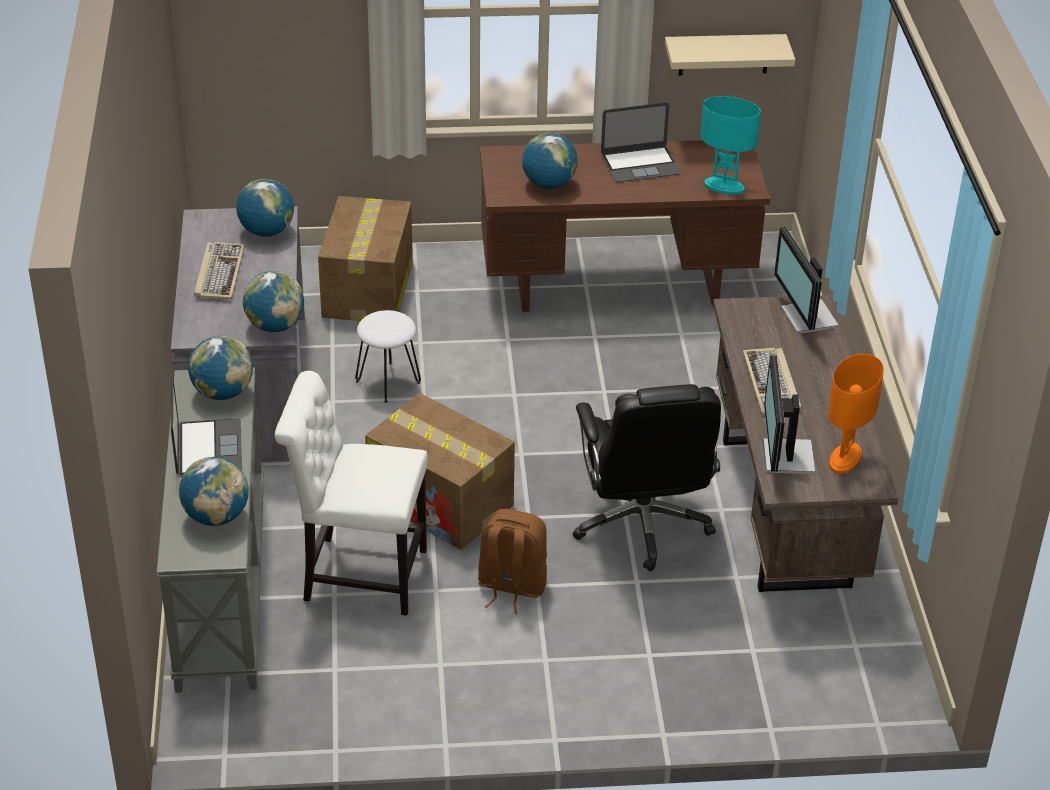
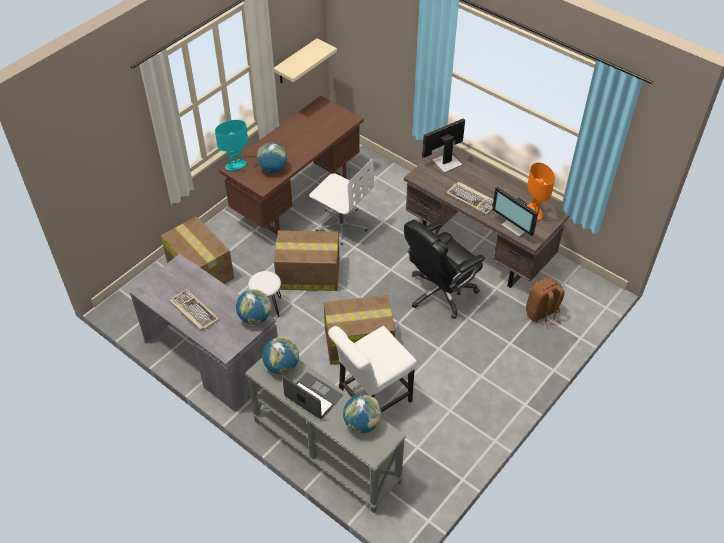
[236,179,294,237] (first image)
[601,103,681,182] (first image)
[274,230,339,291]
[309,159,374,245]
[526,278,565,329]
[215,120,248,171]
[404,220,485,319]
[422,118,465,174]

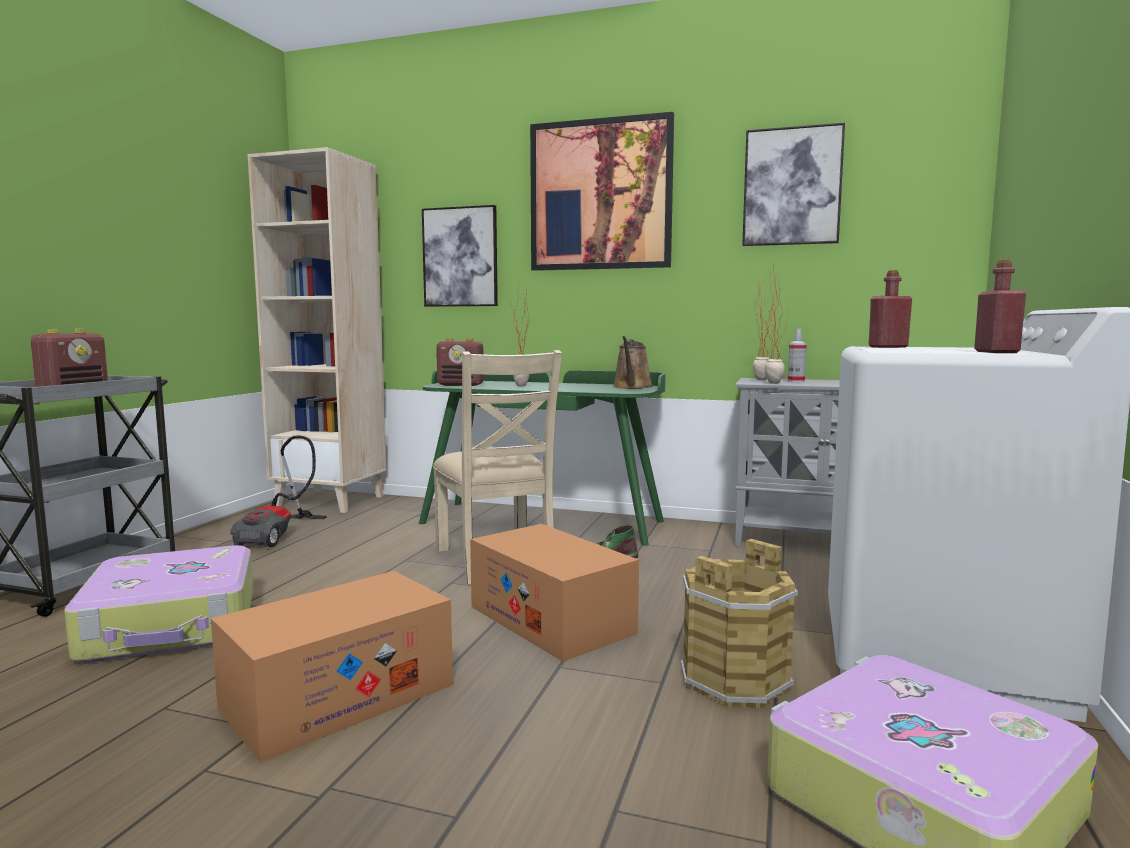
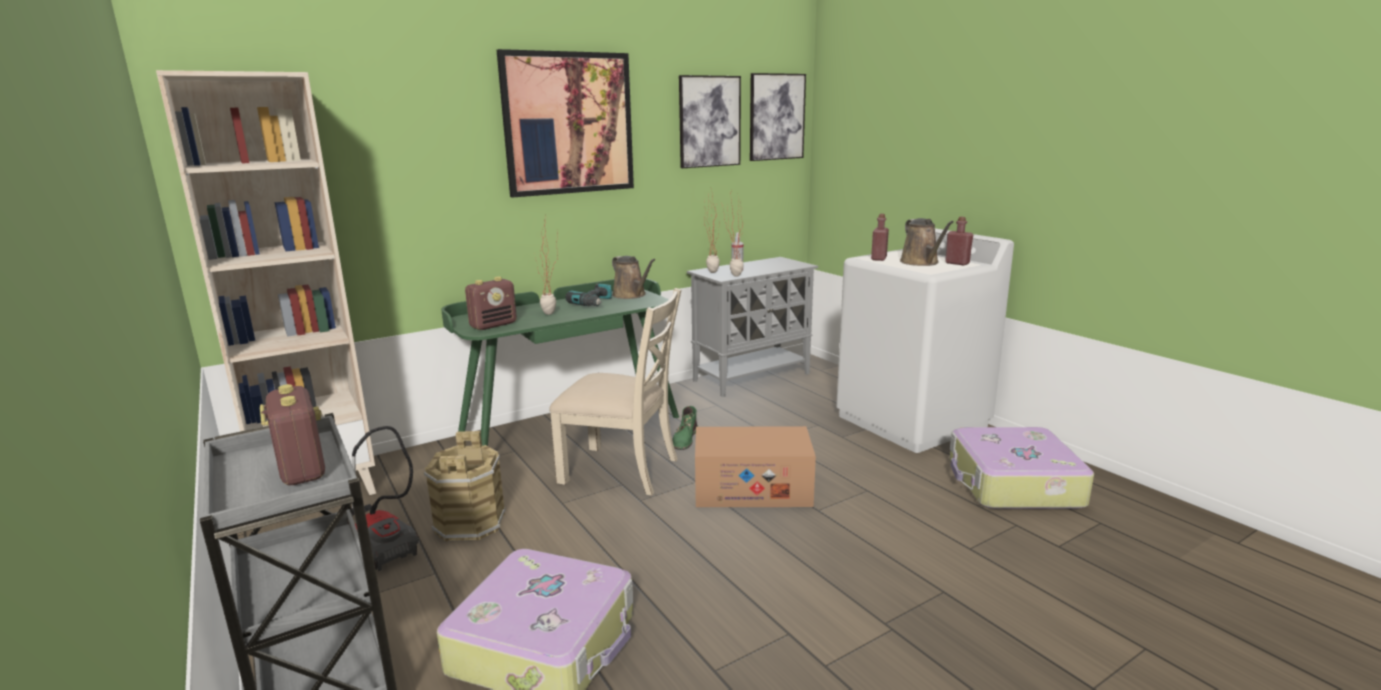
[211,571,453,763] (first image)
[565,283,612,306]
[900,218,954,266]
[750,73,806,161]
[424,431,506,542]

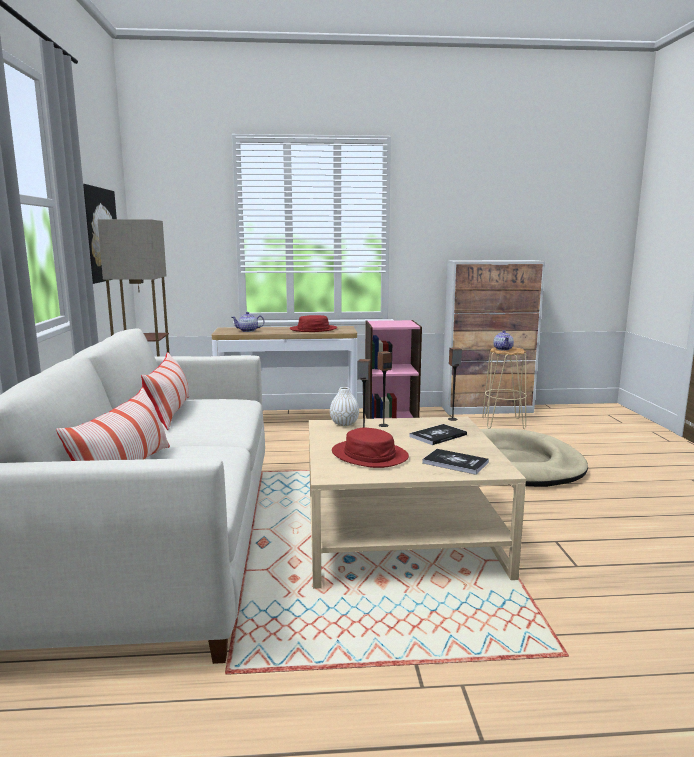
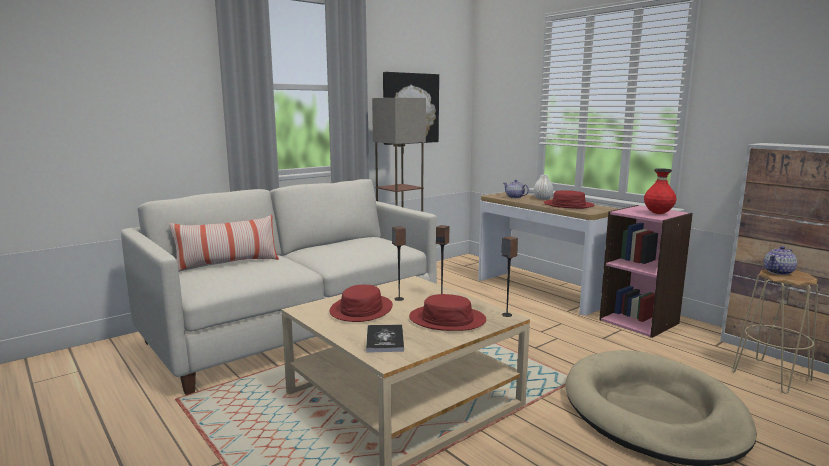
[141,352,189,430] (first image)
[644,168,676,214]
[533,174,553,200]
[409,294,486,331]

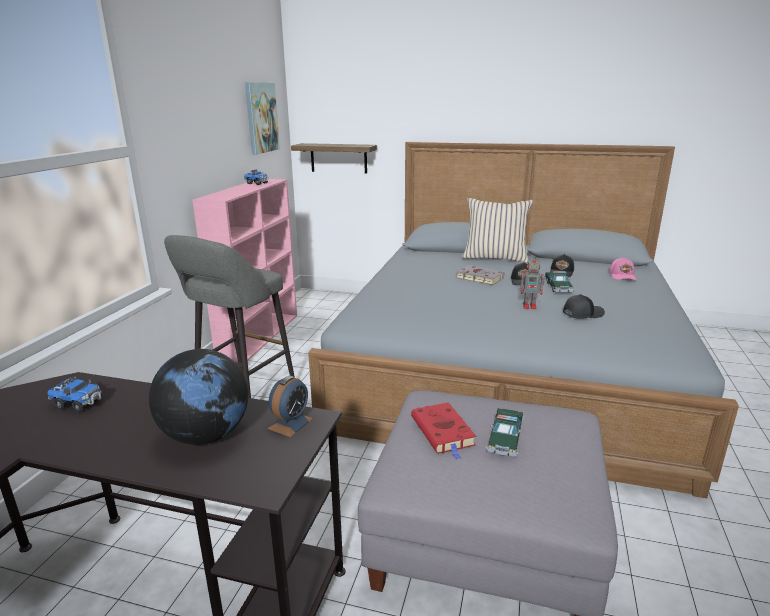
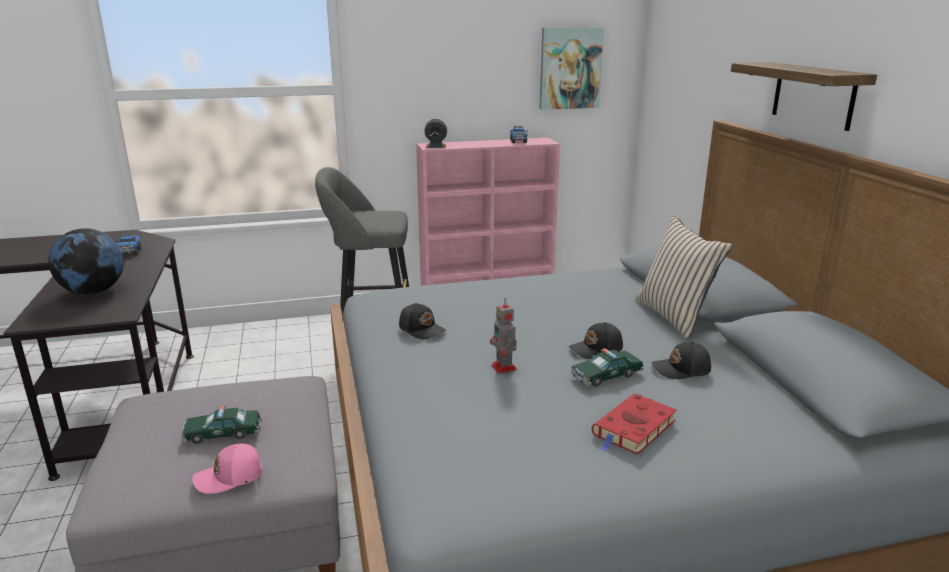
[456,265,504,285] (first image)
[424,118,447,148]
[731,62,877,131]
[592,393,677,455]
[399,303,446,339]
[192,444,262,494]

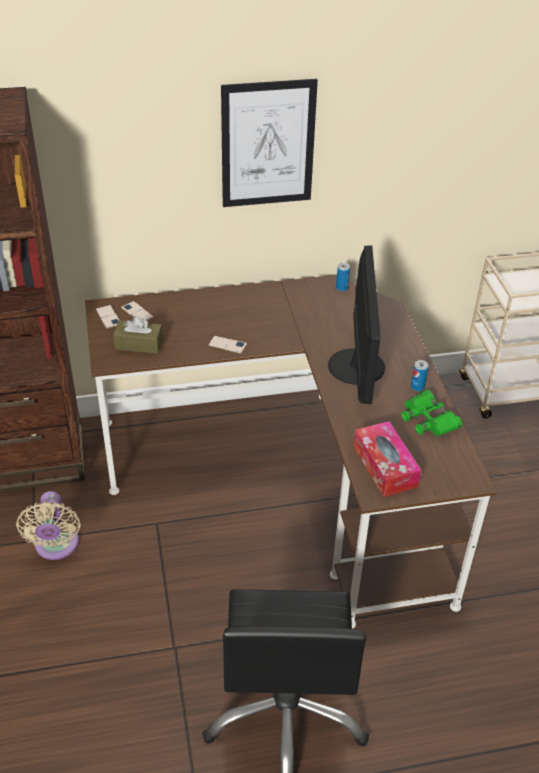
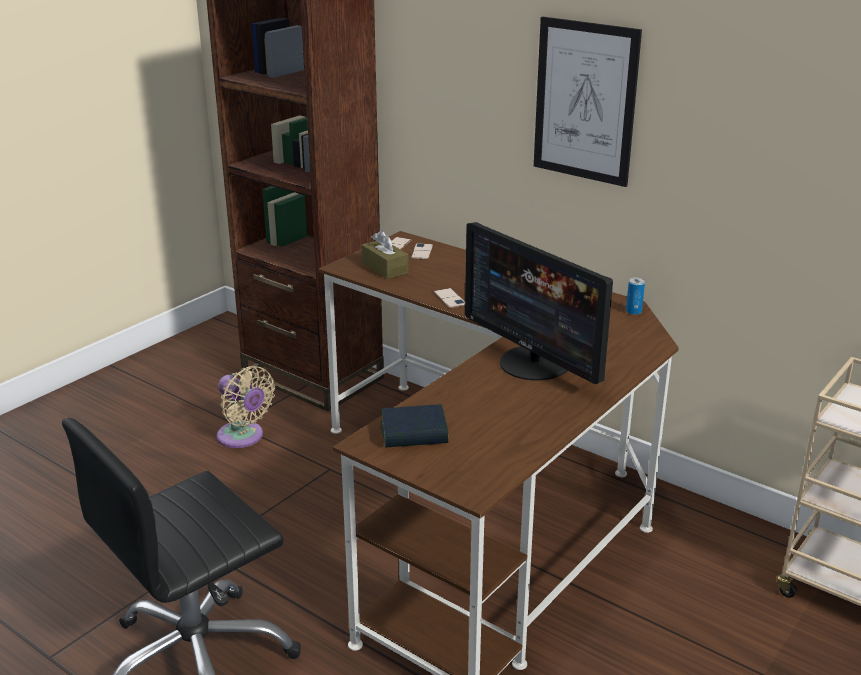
[402,390,462,437] (first image)
[411,360,429,391] (first image)
[381,404,448,448]
[217,366,275,448]
[465,222,613,384]

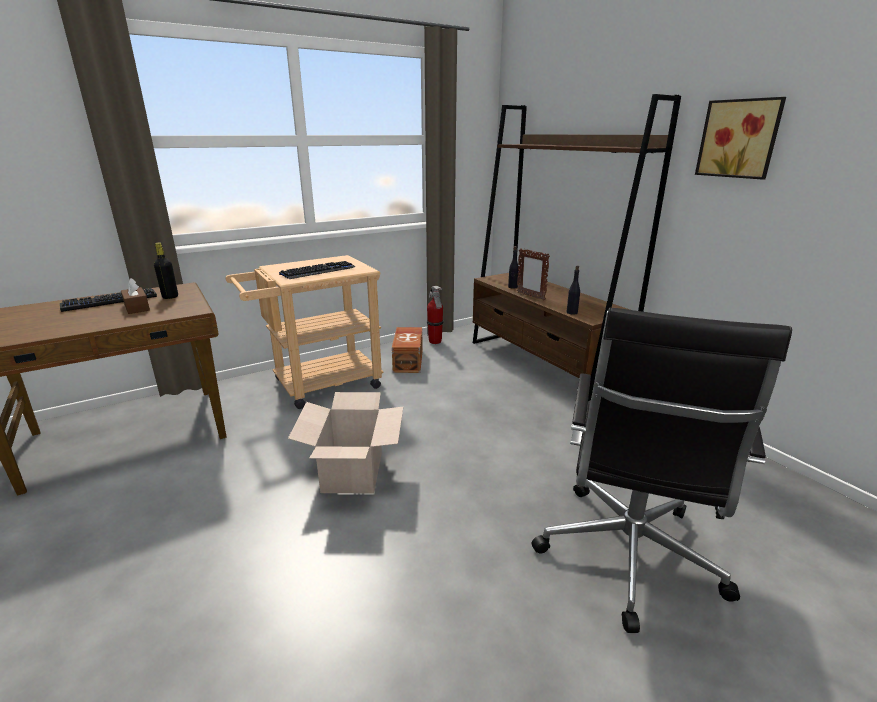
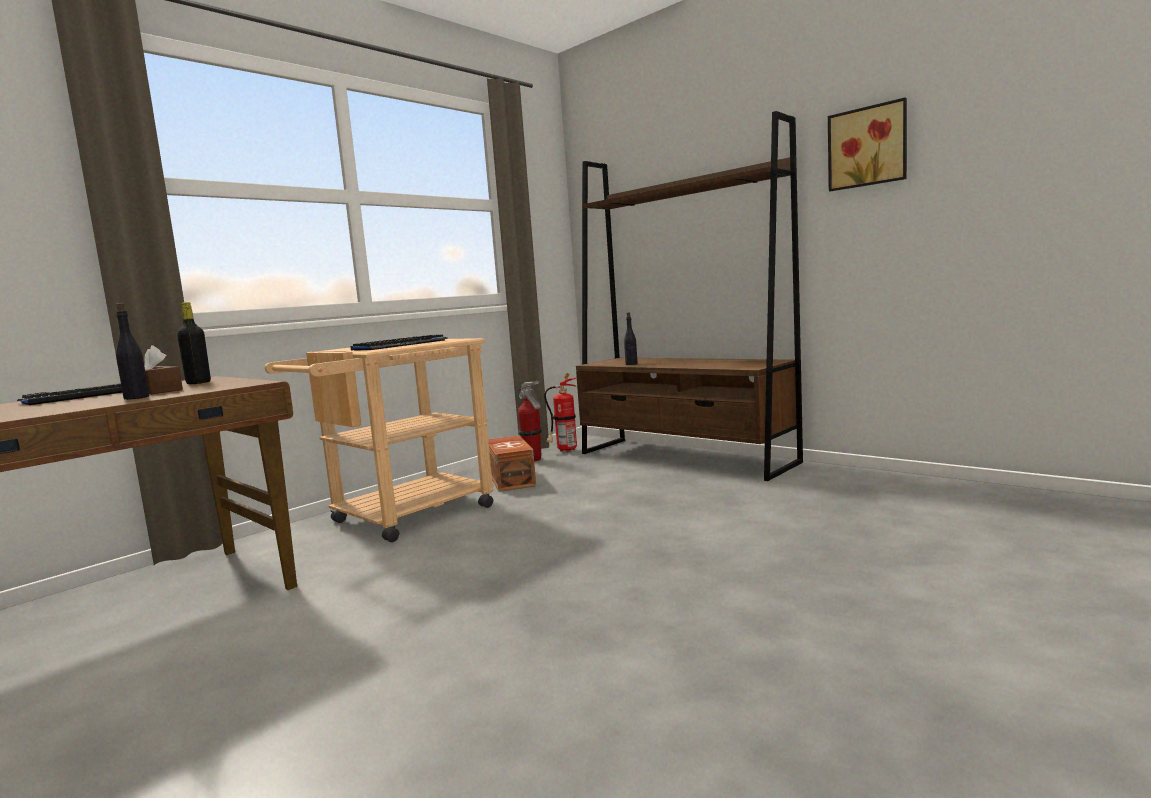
[288,392,403,494] (first image)
[517,248,550,301] (first image)
[532,308,792,633] (first image)
[544,373,577,452]
[116,303,149,400]

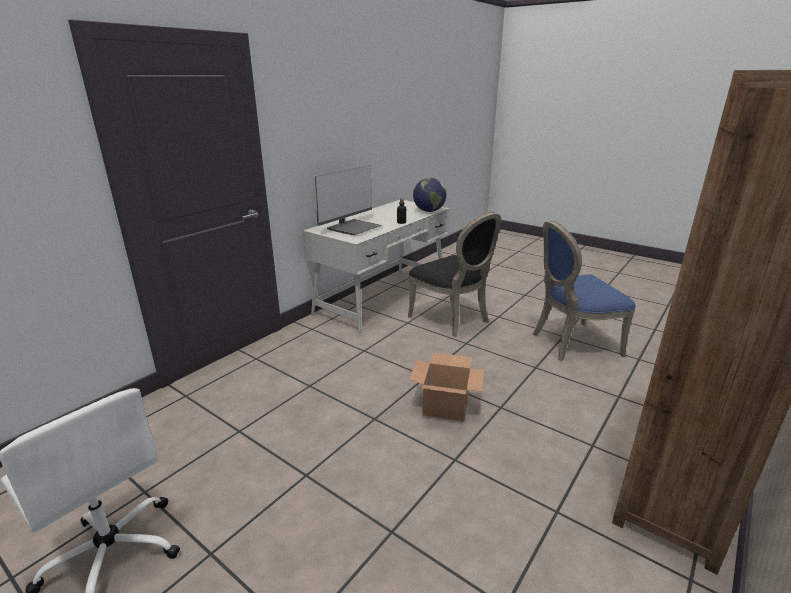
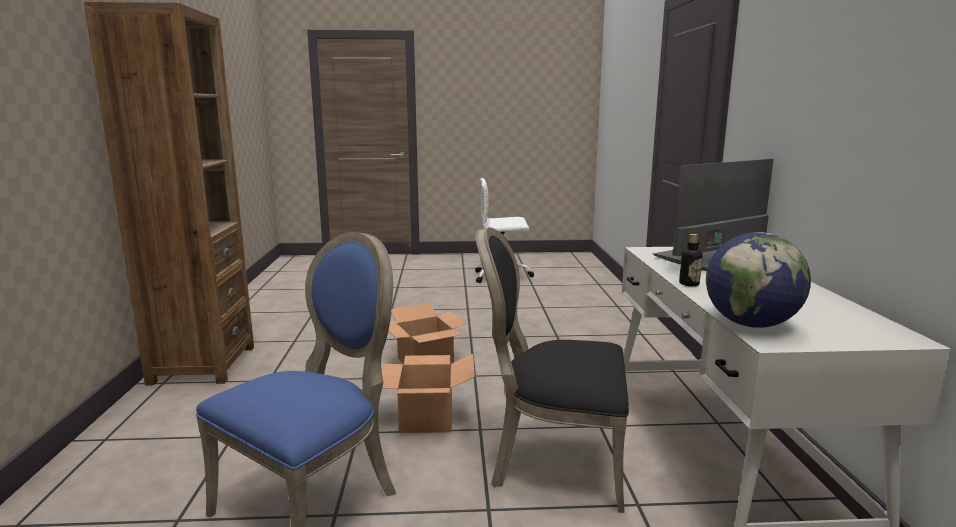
[381,354,475,433]
[653,159,774,271]

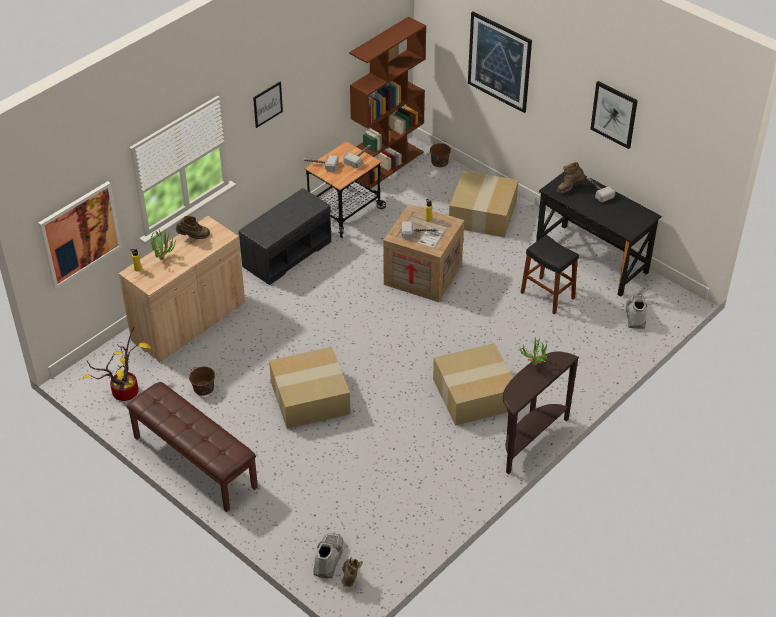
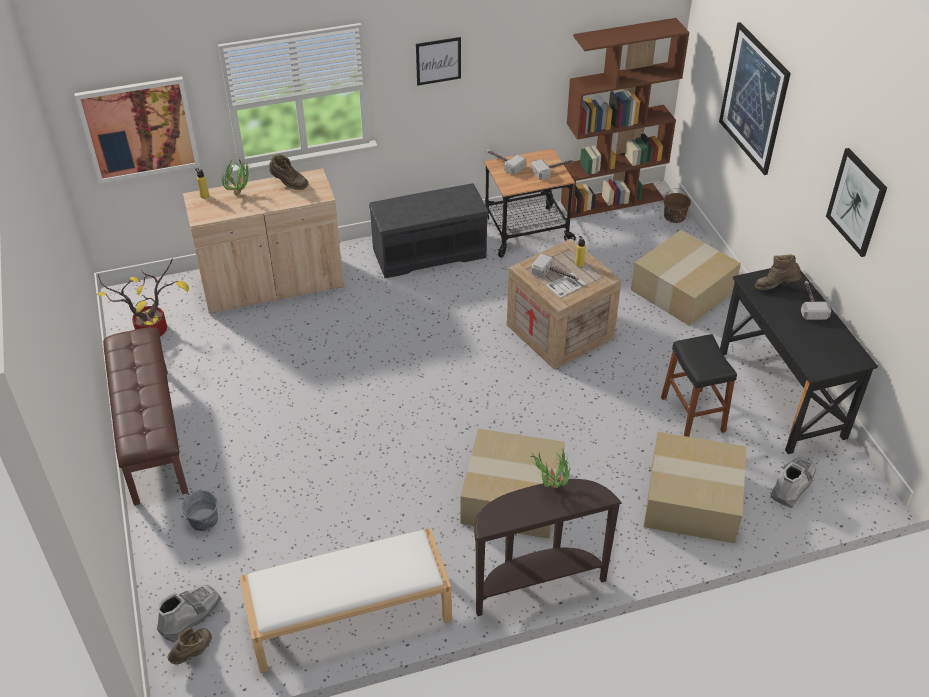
[189,367,215,396] (first image)
[182,490,218,531]
[239,528,452,673]
[644,432,747,543]

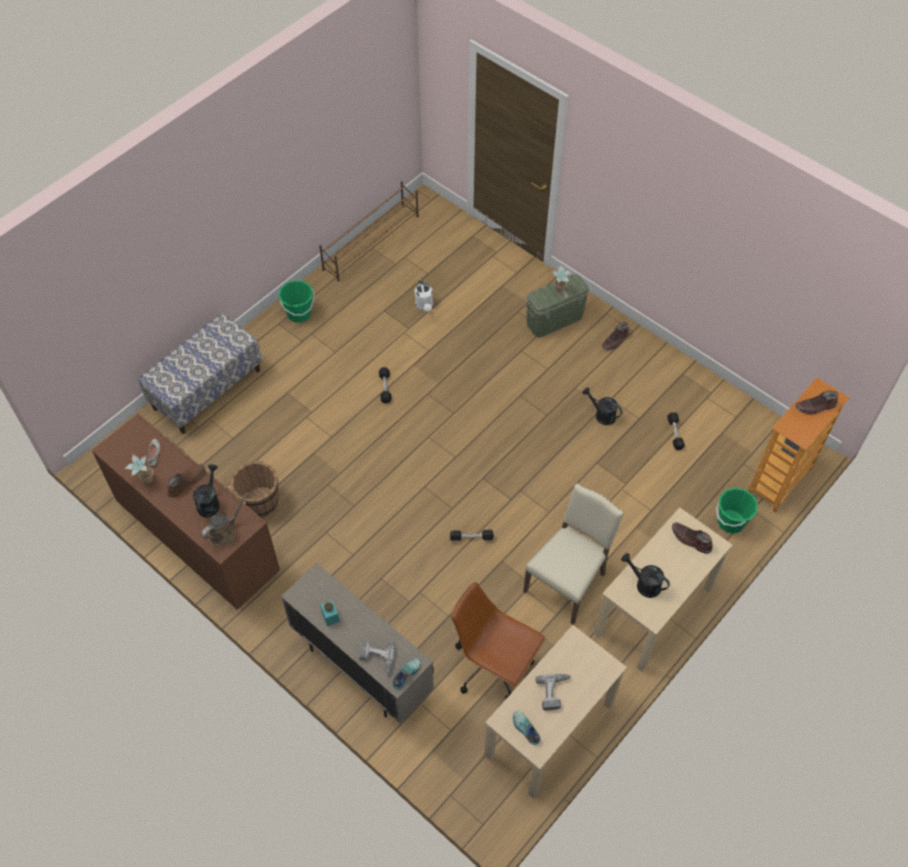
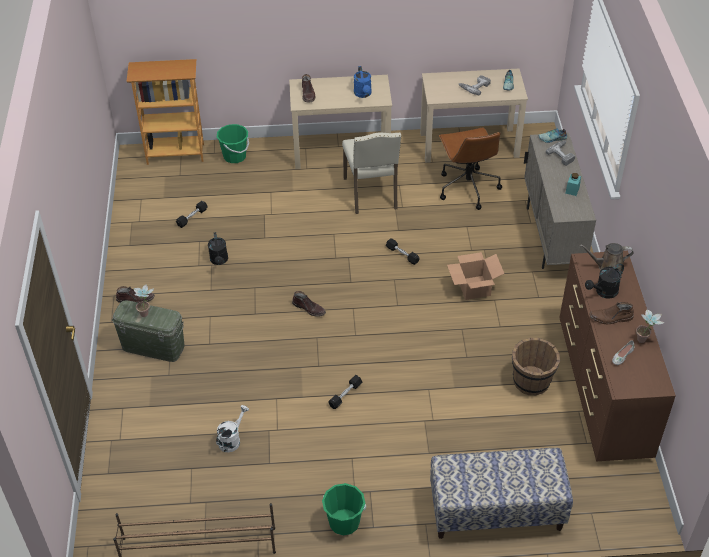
[447,252,504,300]
[292,291,326,317]
[354,66,372,98]
[342,132,401,214]

